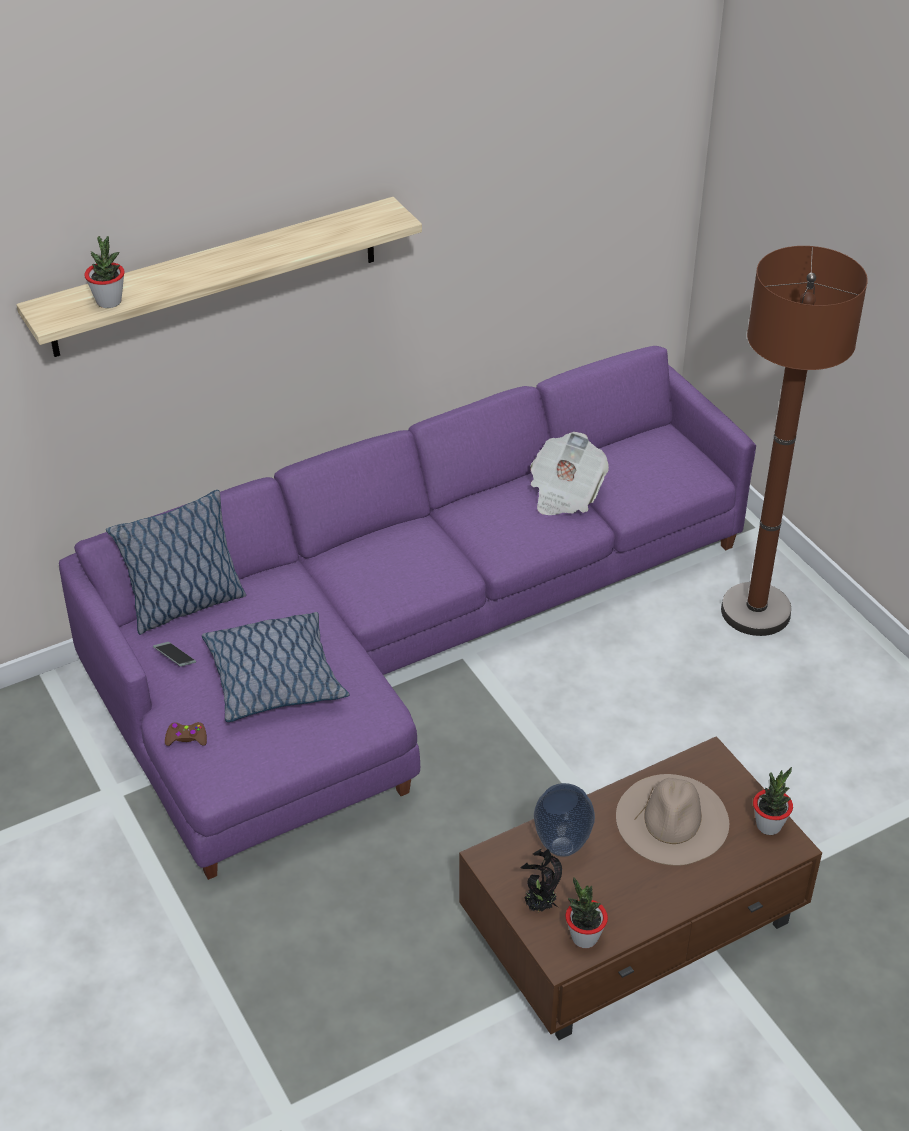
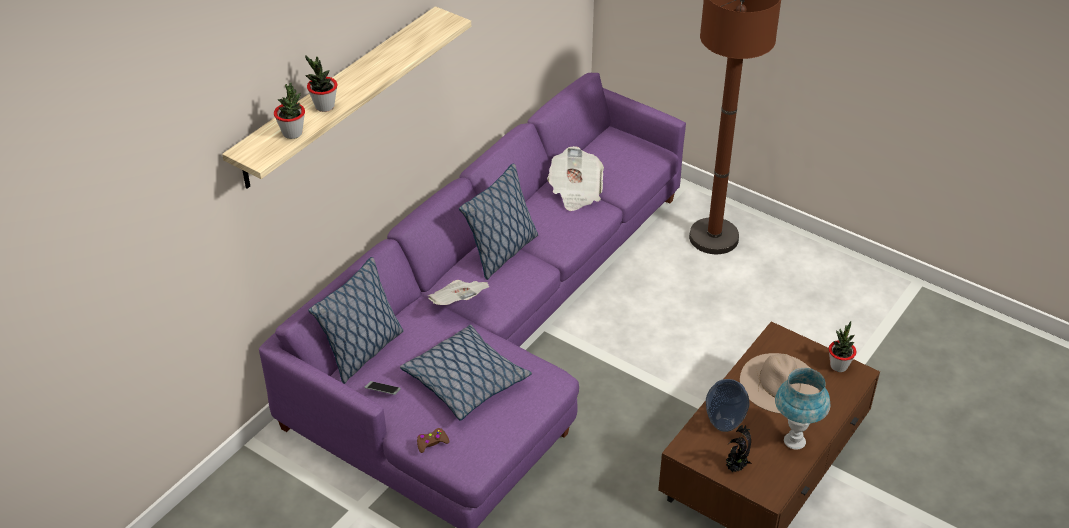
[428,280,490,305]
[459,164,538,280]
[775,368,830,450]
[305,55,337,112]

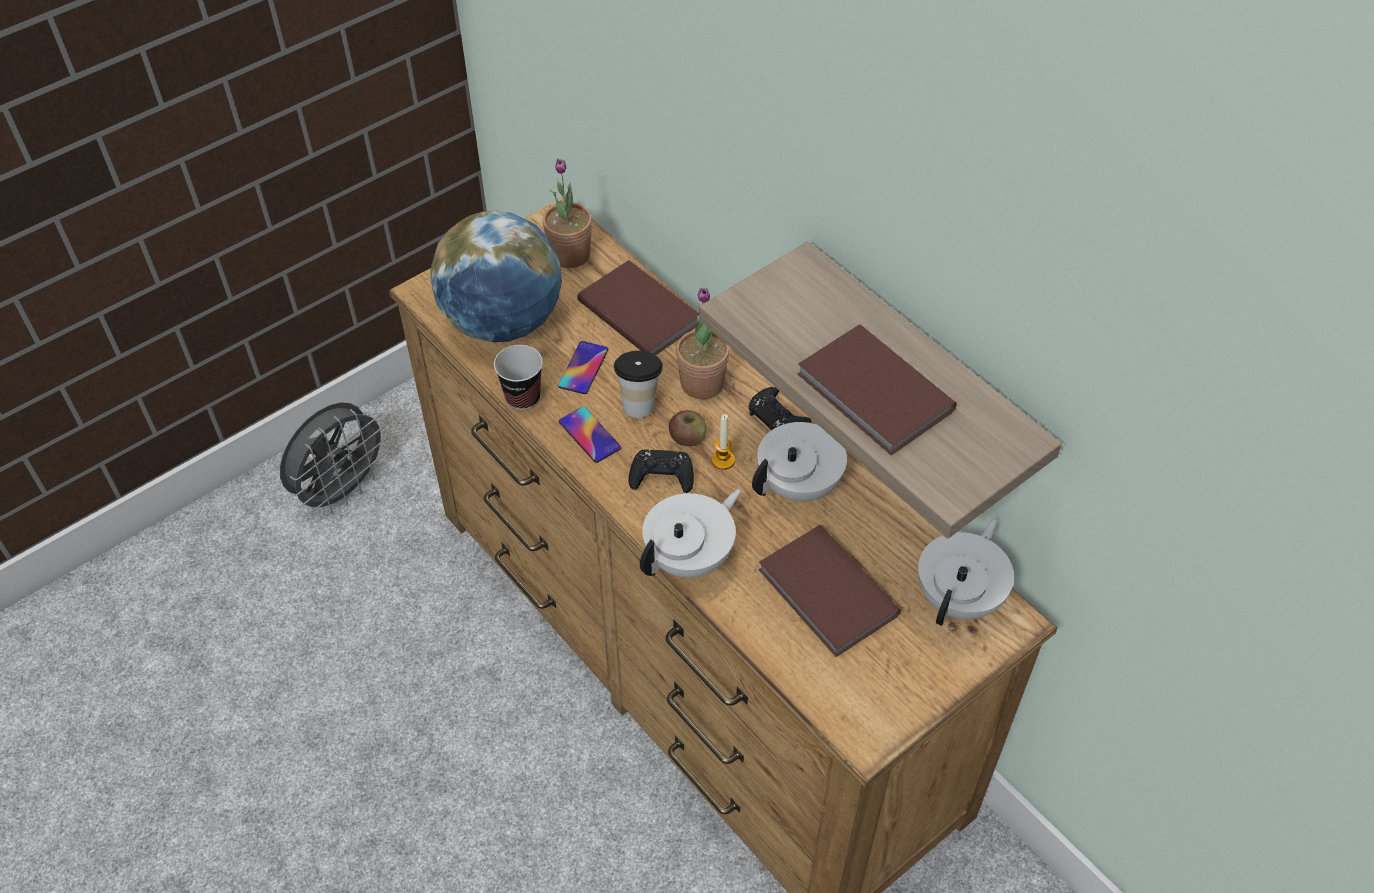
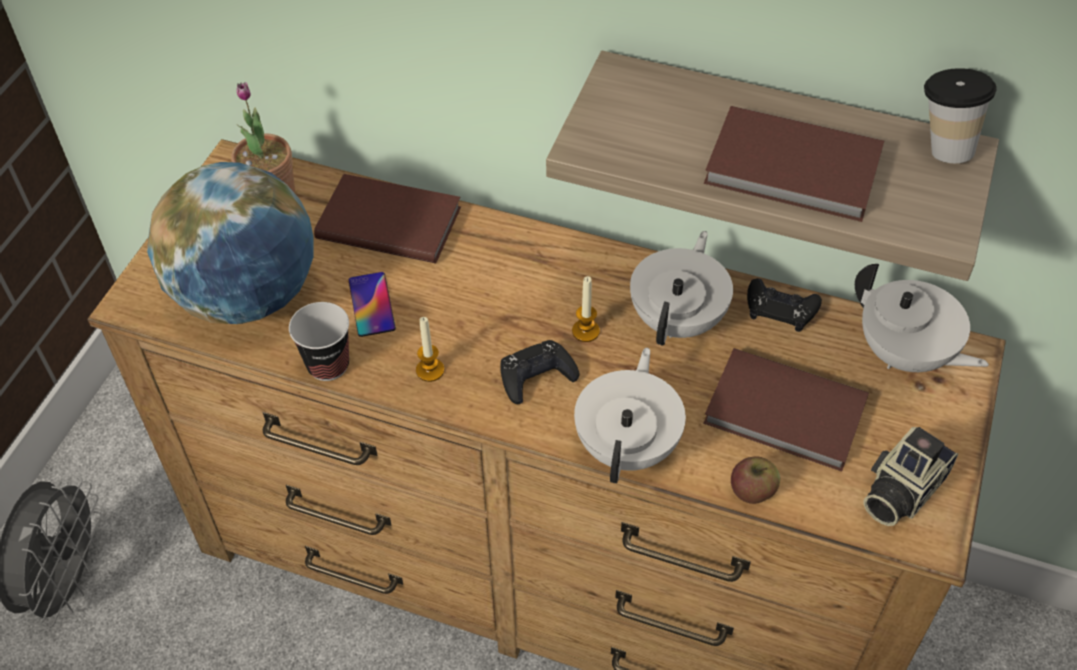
[676,287,730,399] (first image)
[863,427,958,526]
[924,68,997,163]
[731,456,780,504]
[747,278,822,332]
[416,317,444,382]
[855,264,989,372]

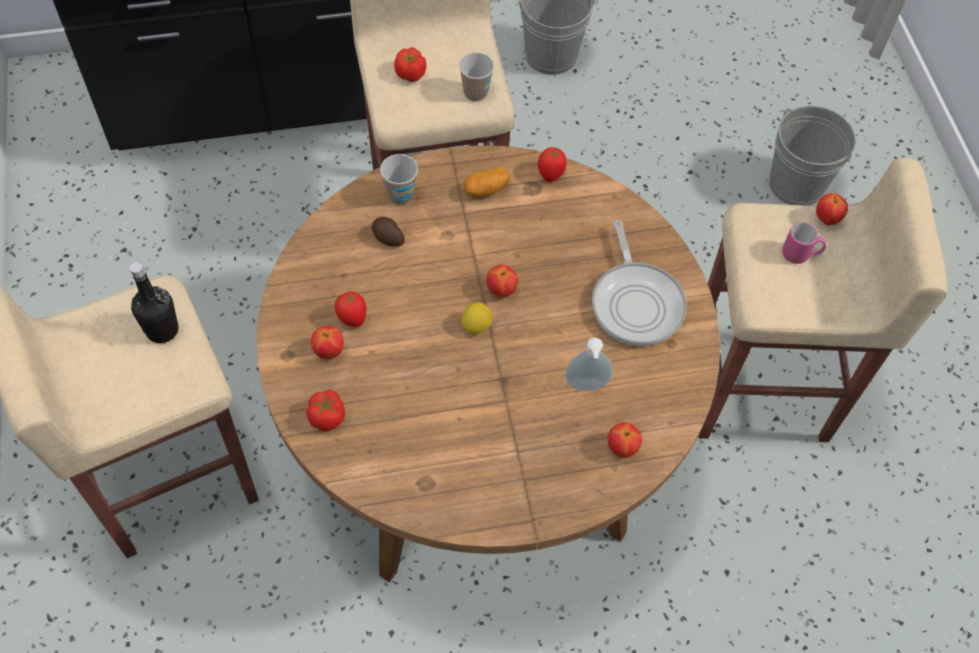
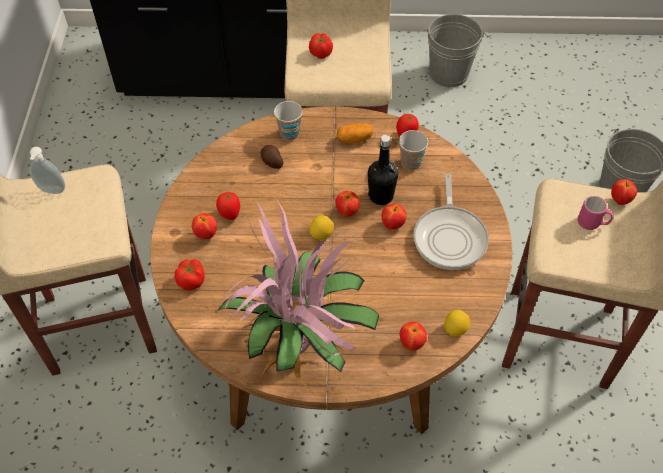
[217,200,379,390]
[382,204,406,230]
[444,310,470,337]
[368,135,398,205]
[399,130,428,170]
[29,147,65,194]

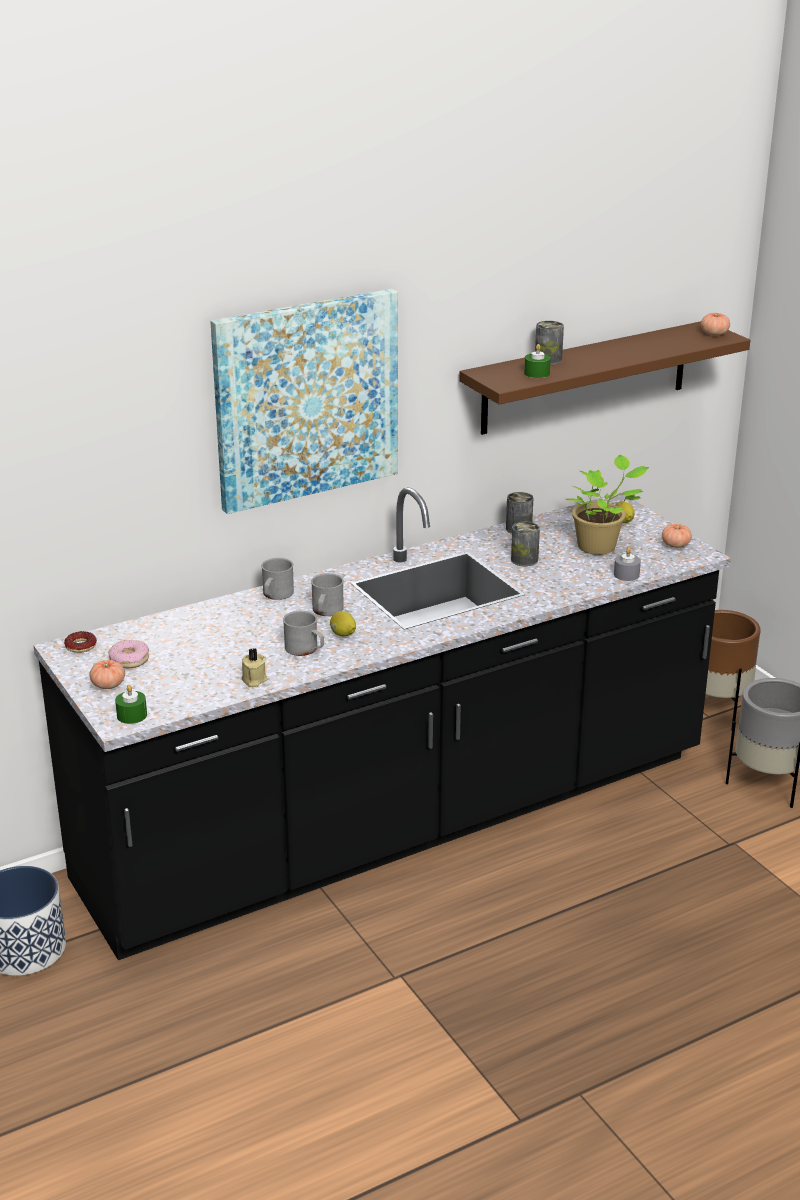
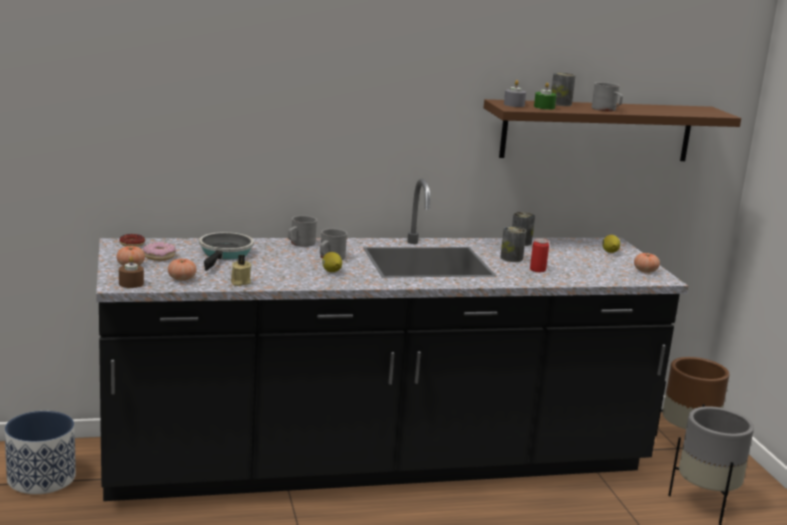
[210,289,398,514] (first image)
[565,455,649,555] (first image)
[199,232,254,271]
[530,238,549,272]
[592,82,623,111]
[504,80,526,107]
[168,259,197,281]
[119,256,144,288]

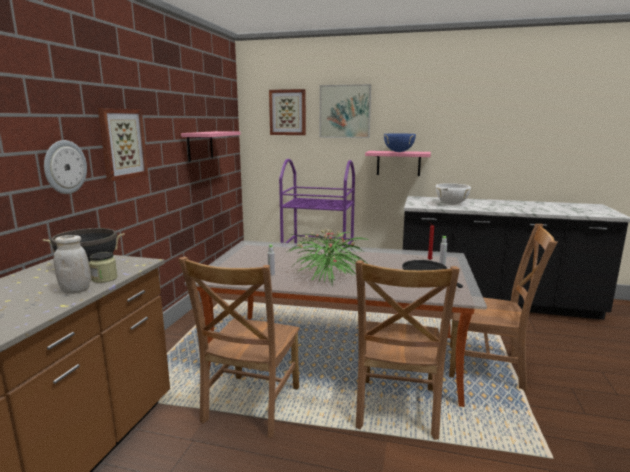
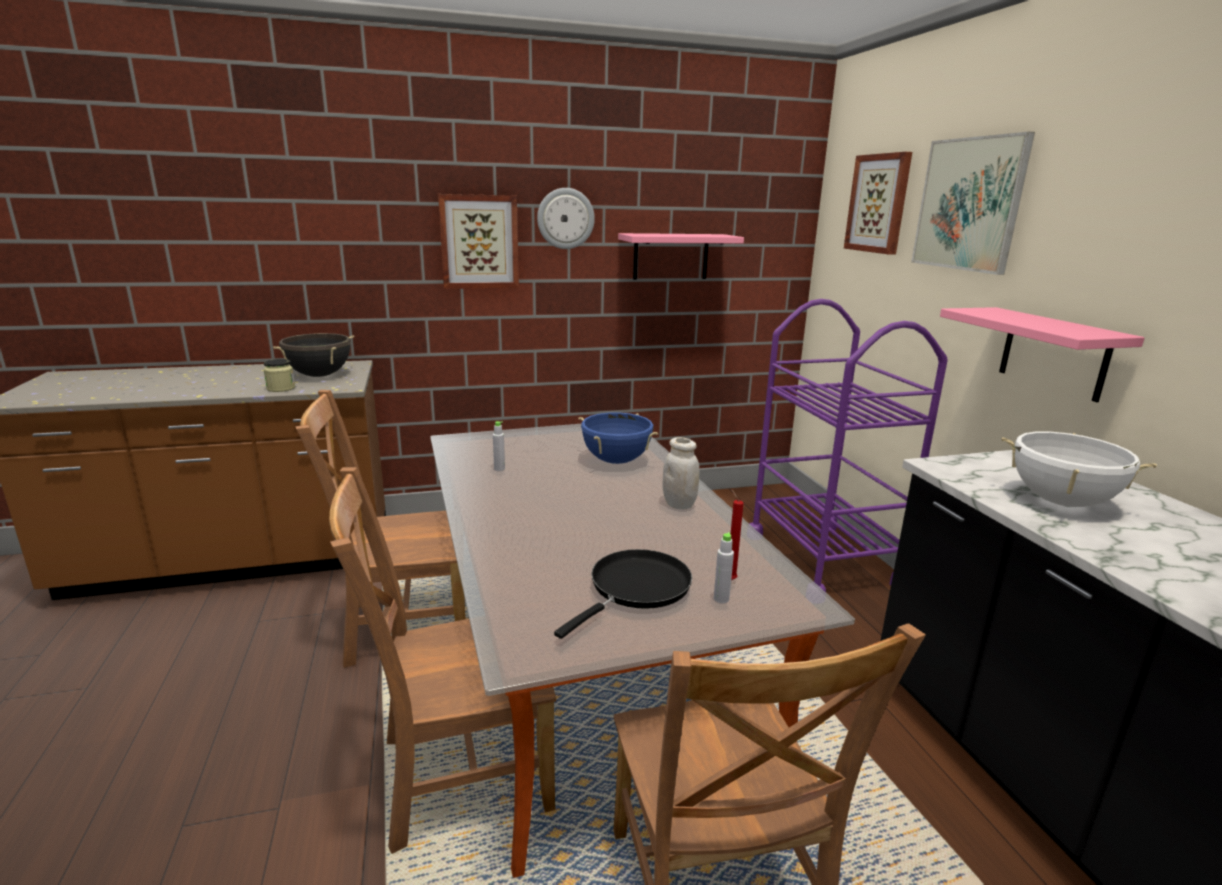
[288,229,368,285] (first image)
[537,188,595,249]
[663,437,699,509]
[579,412,658,464]

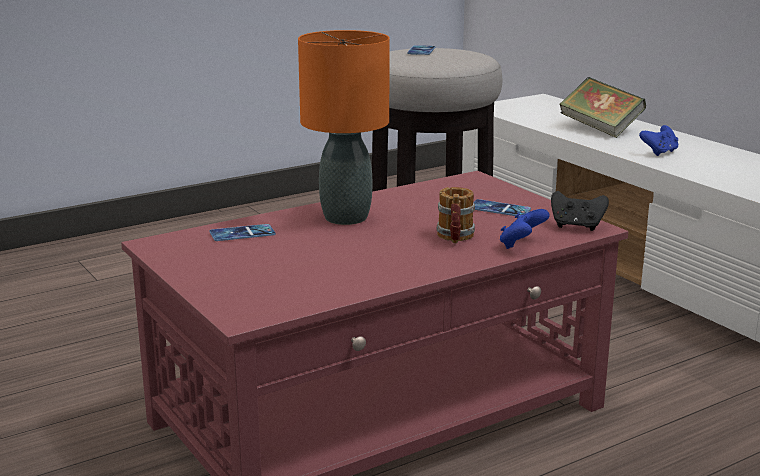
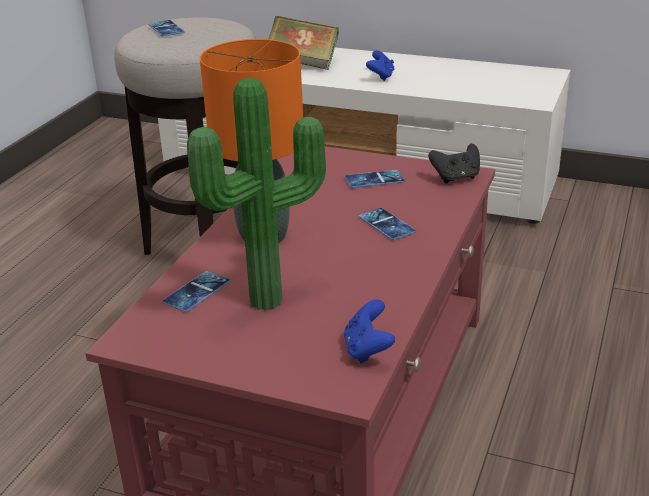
[187,78,326,311]
[344,299,395,363]
[359,208,416,240]

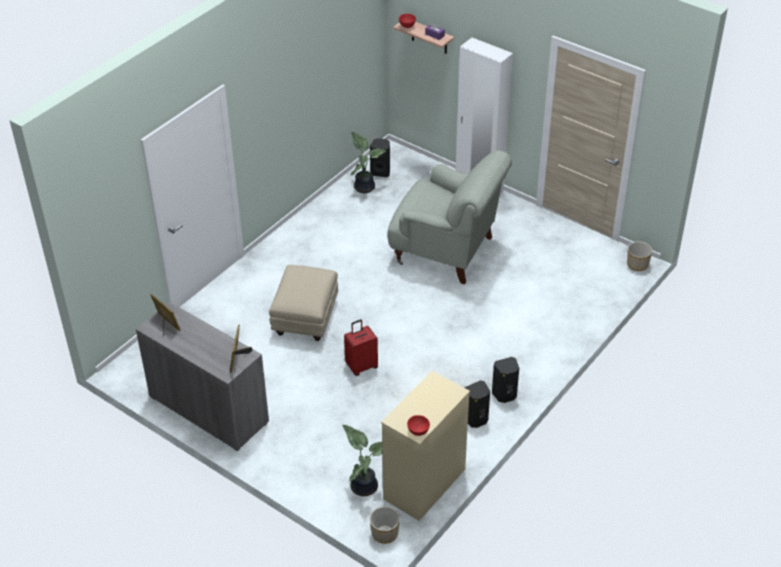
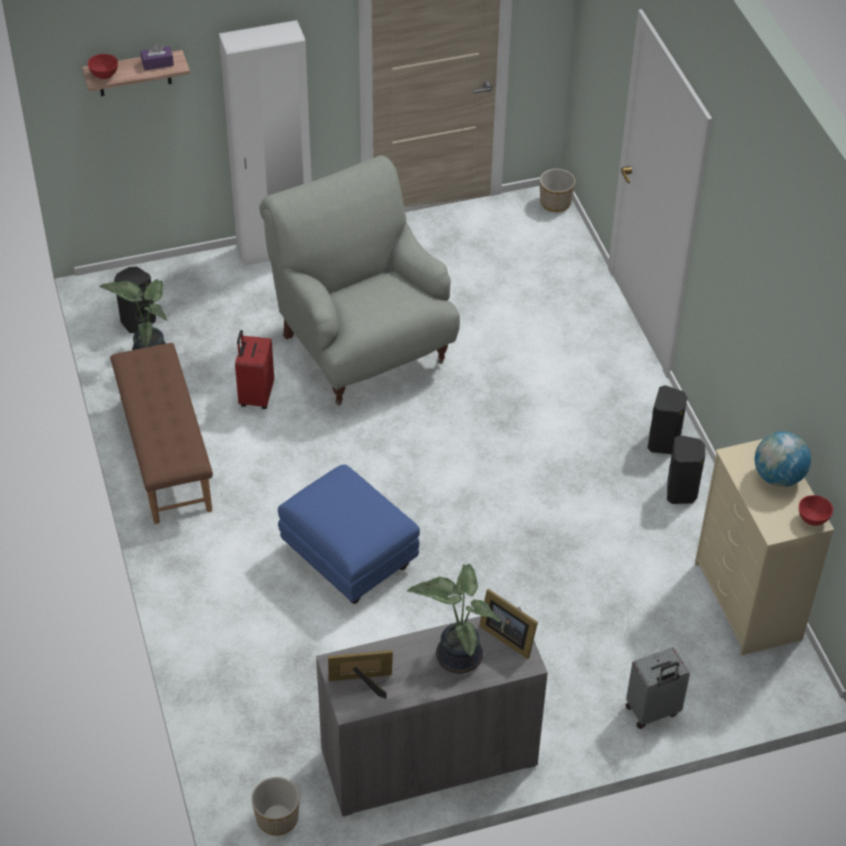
[110,343,213,524]
[626,647,690,729]
[755,431,811,487]
[407,564,501,673]
[235,330,274,409]
[252,777,300,836]
[278,464,420,604]
[259,155,460,406]

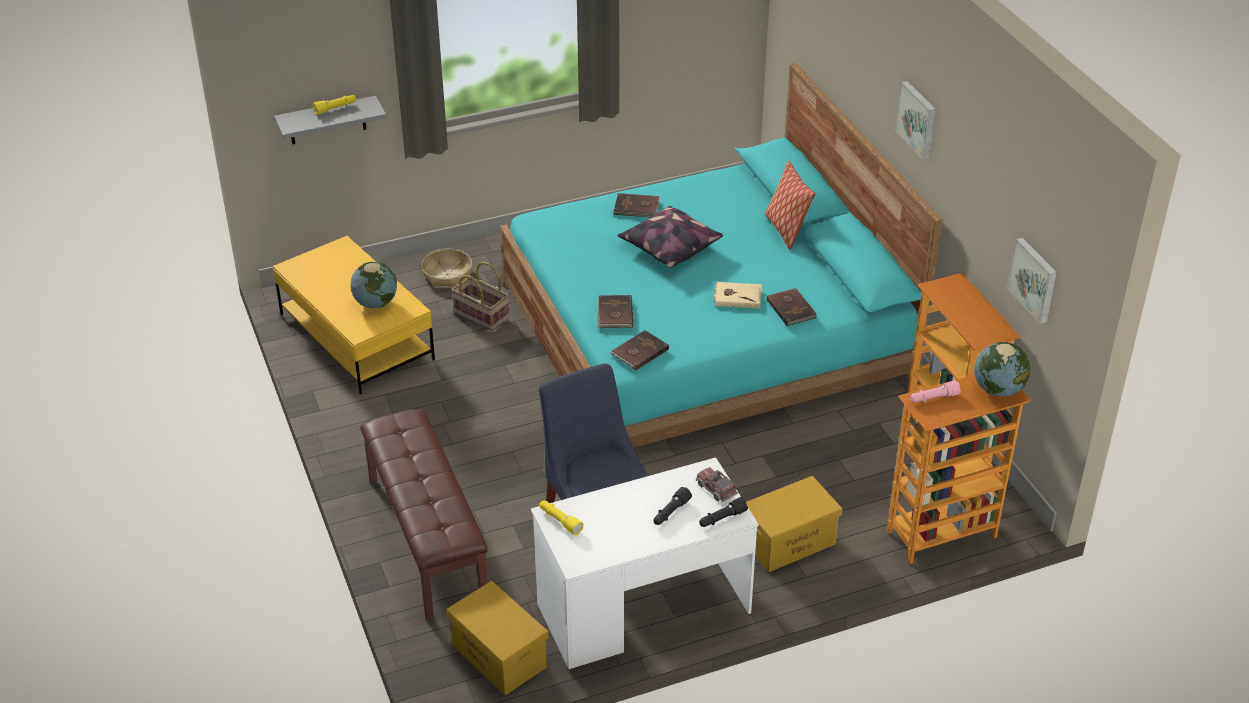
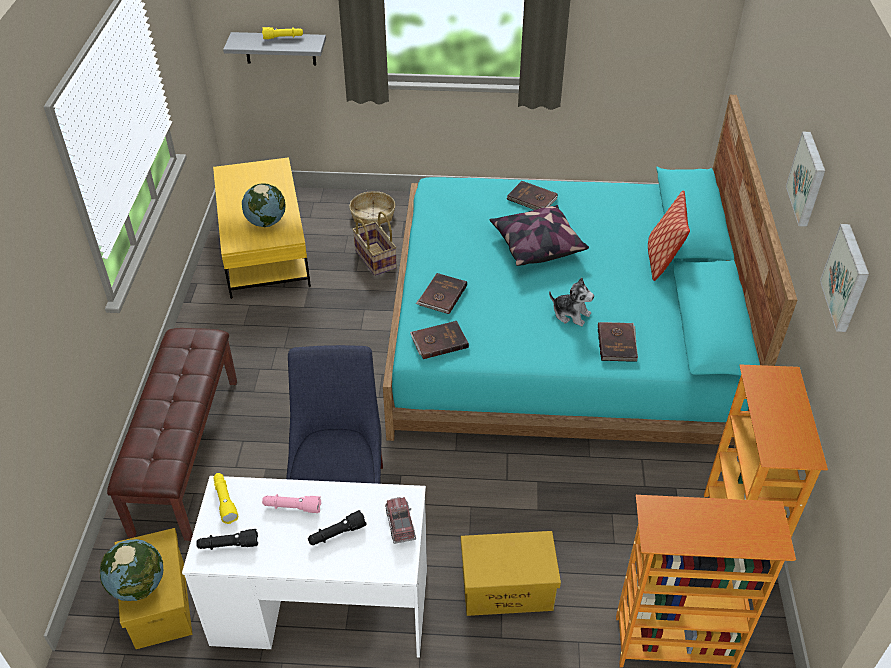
[196,529,258,550]
[262,494,321,513]
[100,539,163,601]
[820,224,869,332]
[549,277,594,326]

